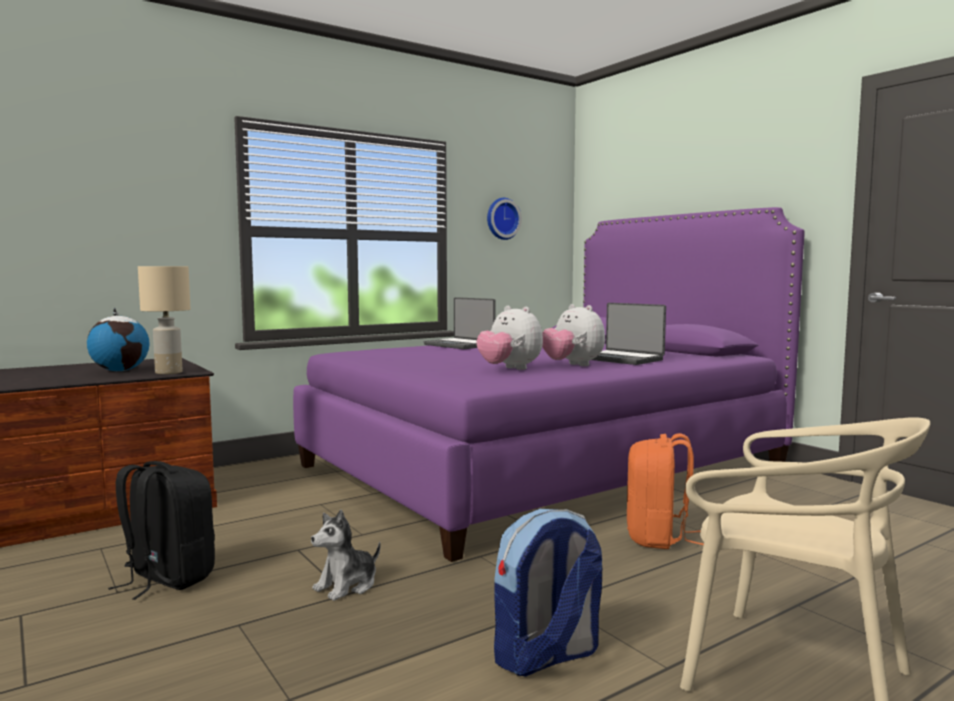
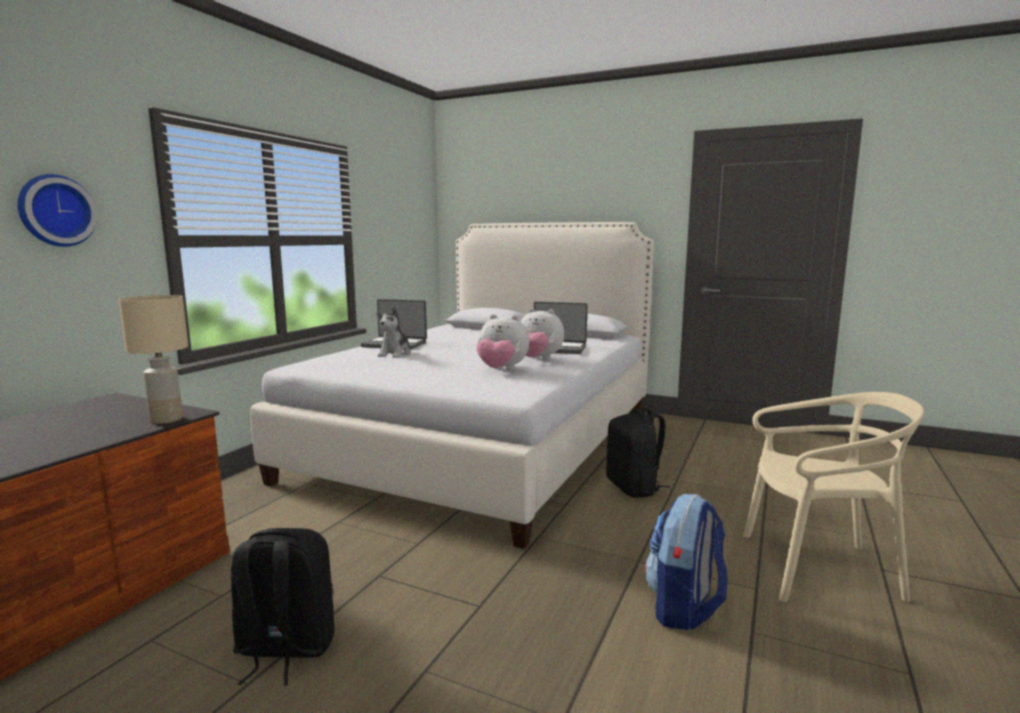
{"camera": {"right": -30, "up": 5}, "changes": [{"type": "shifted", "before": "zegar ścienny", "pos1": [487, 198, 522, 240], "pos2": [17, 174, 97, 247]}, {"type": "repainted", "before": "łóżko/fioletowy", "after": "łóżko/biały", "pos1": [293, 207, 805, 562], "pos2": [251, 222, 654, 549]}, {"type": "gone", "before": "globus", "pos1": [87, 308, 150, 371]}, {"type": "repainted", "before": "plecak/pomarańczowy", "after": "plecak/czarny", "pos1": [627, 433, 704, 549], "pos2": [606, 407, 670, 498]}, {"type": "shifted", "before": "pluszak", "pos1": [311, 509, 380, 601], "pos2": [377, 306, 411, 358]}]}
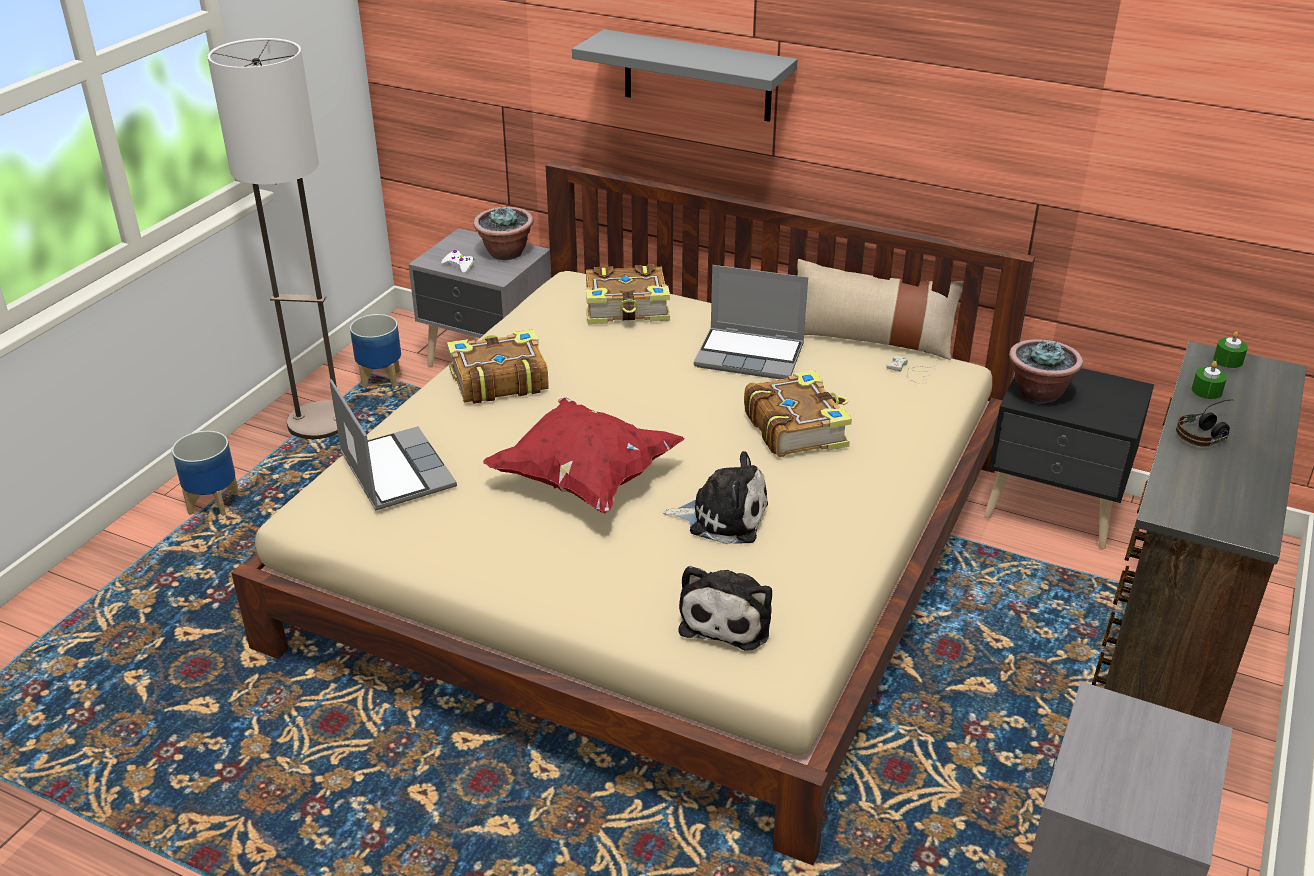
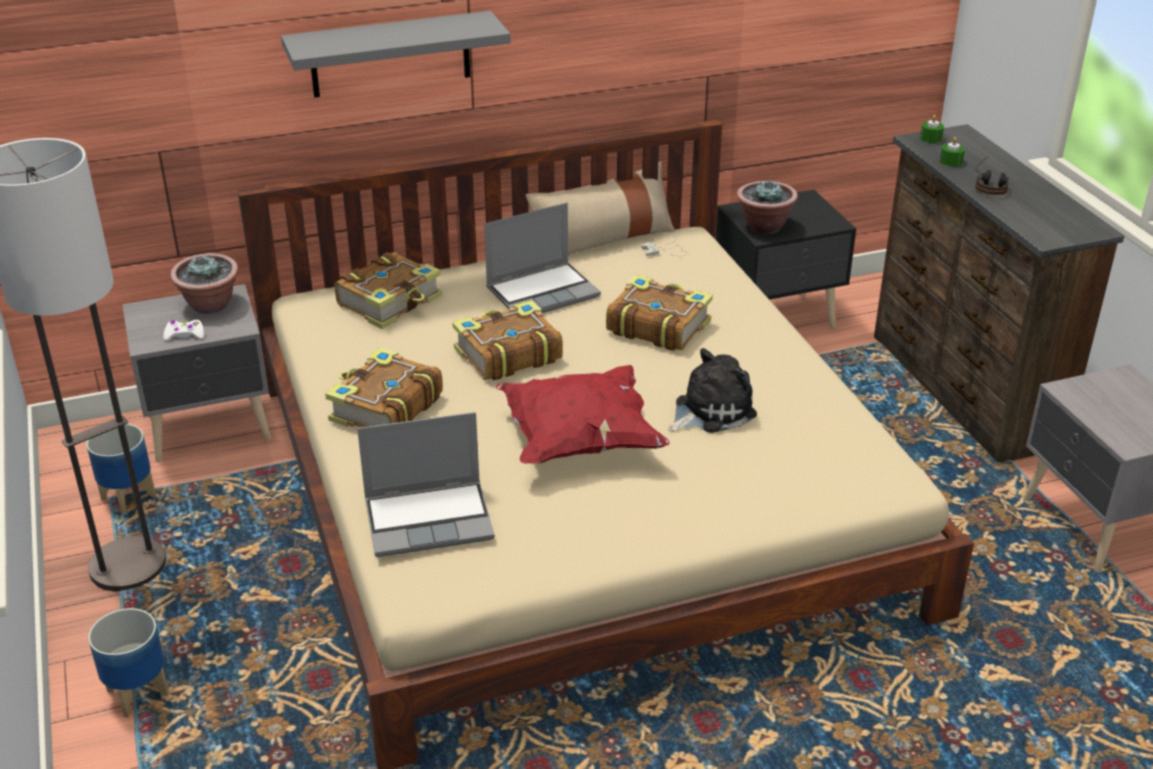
{"camera": {"right": -45, "up": 0}, "changes": [{"type": "rotated", "before": "laptop", "pos1": [329, 379, 457, 511], "pos2": [357, 412, 495, 557], "turn": 150}, {"type": "gone", "before": "pluszak", "pos1": [678, 566, 772, 651]}, {"type": "new", "after": "książka", "pos2": [452, 300, 563, 380]}]}
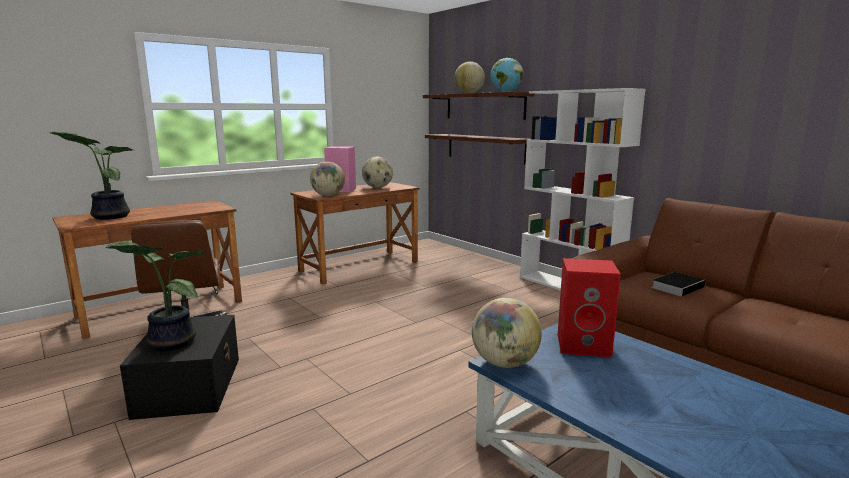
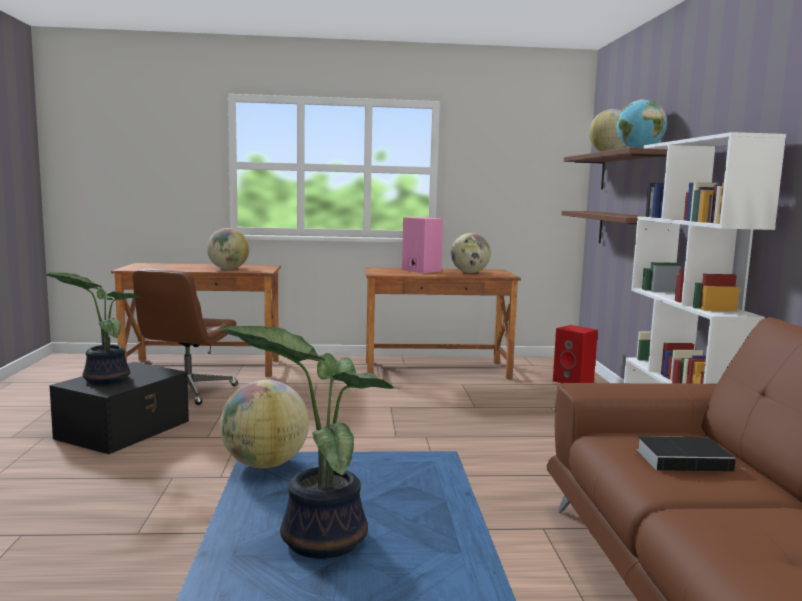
{"camera": {"right": 35, "up": -5}, "changes": [{"type": "shifted", "before": "roślina doniczkowa", "pos1": [50, 131, 133, 220], "pos2": [219, 326, 399, 559]}, {"type": "shifted", "before": "globus", "pos1": [310, 162, 345, 196], "pos2": [207, 228, 249, 269]}, {"type": "shifted", "before": "głośnik/czerwony", "pos1": [558, 258, 621, 358], "pos2": [553, 325, 598, 384]}]}
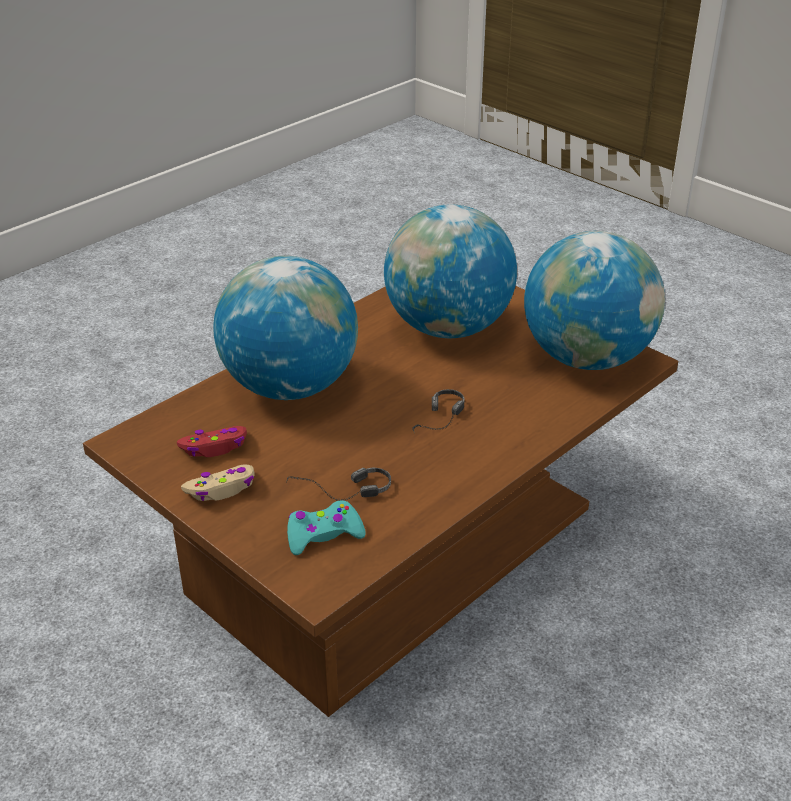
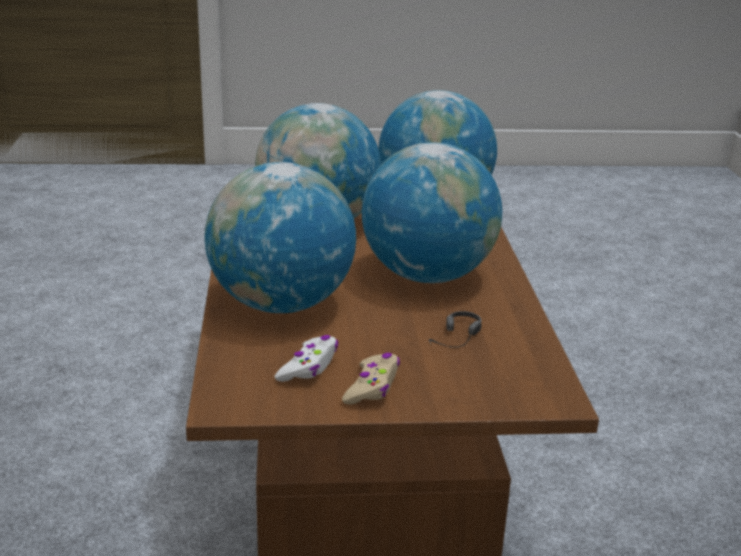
{"camera": {"right": -50, "up": -10}, "changes": [{"type": "swapped", "before": "słuchawki", "after": "globus", "pos1": [412, 389, 465, 433], "pos2": [362, 142, 502, 283]}, {"type": "repainted", "before": "pad do gier/czerwony", "after": "pad do gier/biały", "pos1": [177, 426, 247, 457], "pos2": [275, 335, 338, 382]}, {"type": "gone", "before": "pad do gier/turkusowy", "pos1": [287, 500, 366, 555]}]}
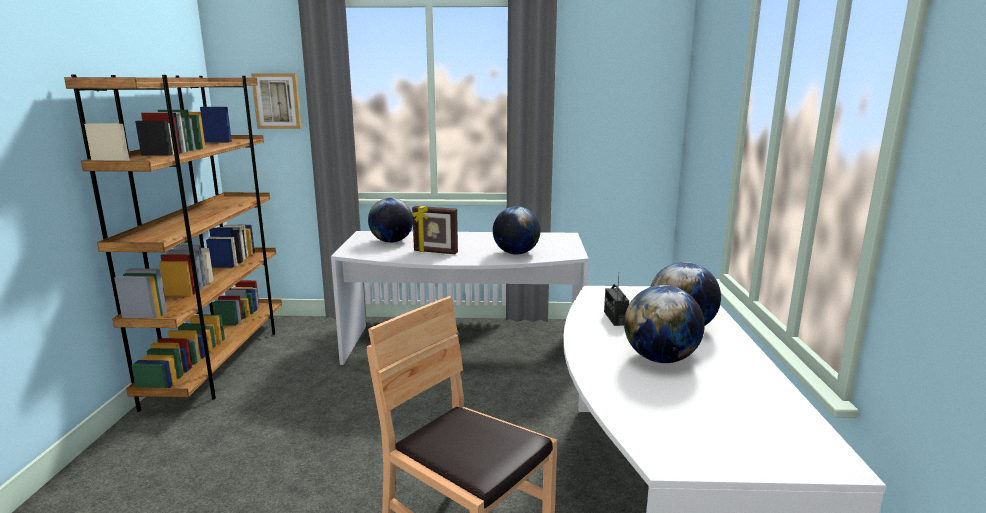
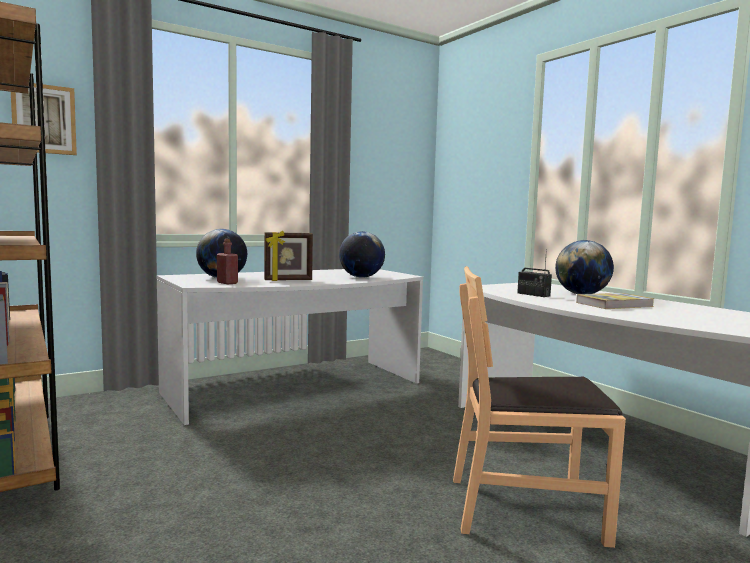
{"camera": {"right": -35, "up": -10}, "changes": [{"type": "swapped", "before": "globus", "after": "książka", "pos1": [624, 285, 705, 363], "pos2": [576, 293, 655, 309]}, {"type": "new", "after": "butelka/czerwony", "pos2": [217, 239, 238, 284]}]}
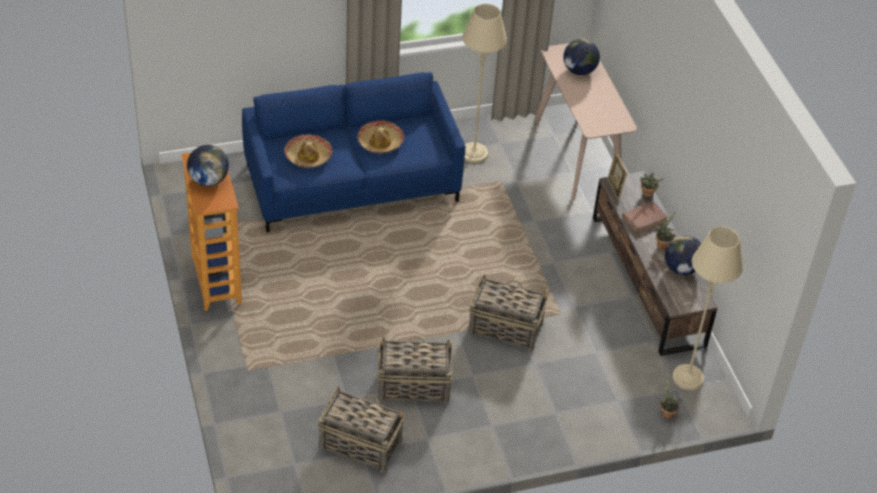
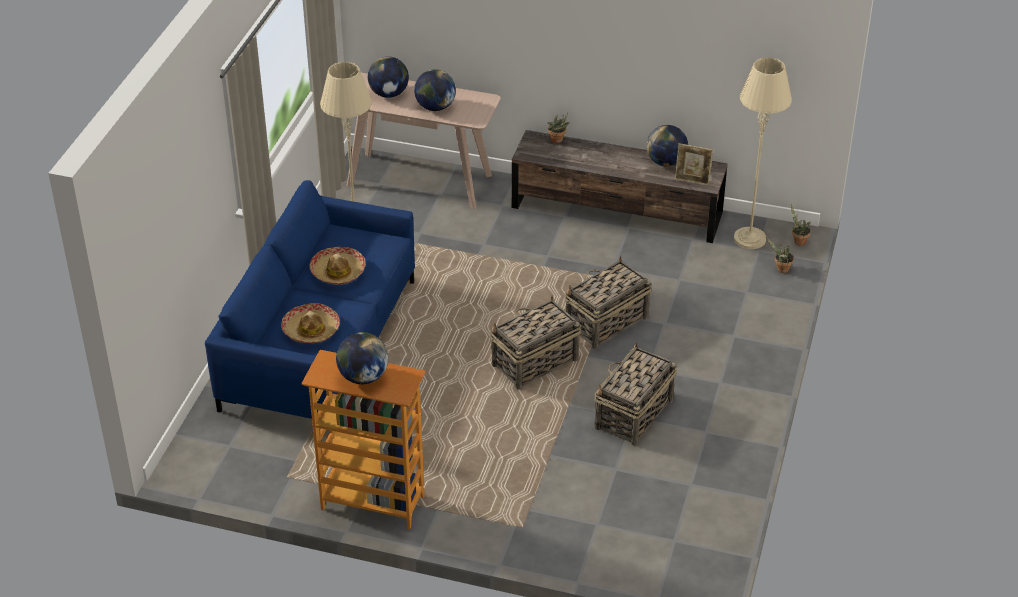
{"camera": {"right": -55, "up": -5}, "changes": [{"type": "shifted", "before": "ramka na zdjęcie", "pos1": [607, 151, 627, 200], "pos2": [675, 143, 713, 185]}, {"type": "gone", "before": "książka/brązowy", "pos1": [622, 201, 668, 233]}, {"type": "shifted", "before": "roślina doniczkowa", "pos1": [653, 211, 676, 250], "pos2": [791, 204, 811, 246]}, {"type": "shifted", "before": "koszyk", "pos1": [317, 386, 405, 473], "pos2": [490, 296, 581, 389]}, {"type": "new", "after": "globus", "pos2": [414, 69, 456, 111]}]}
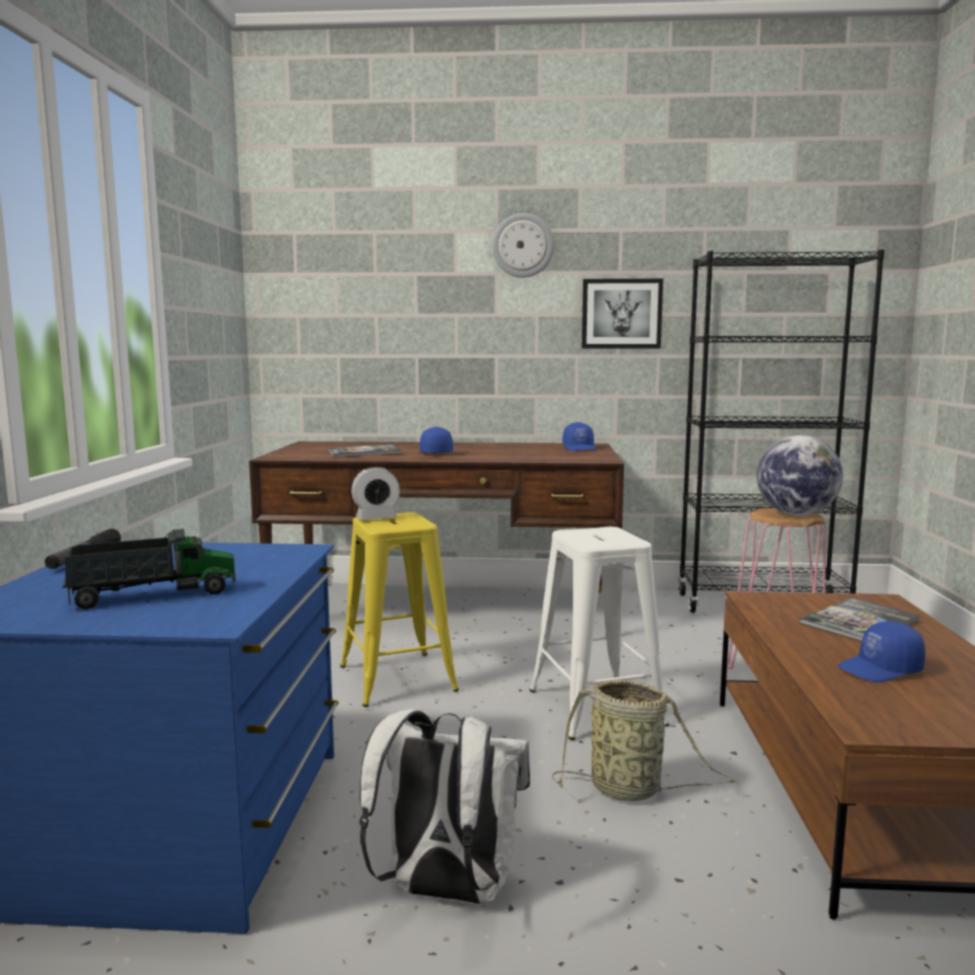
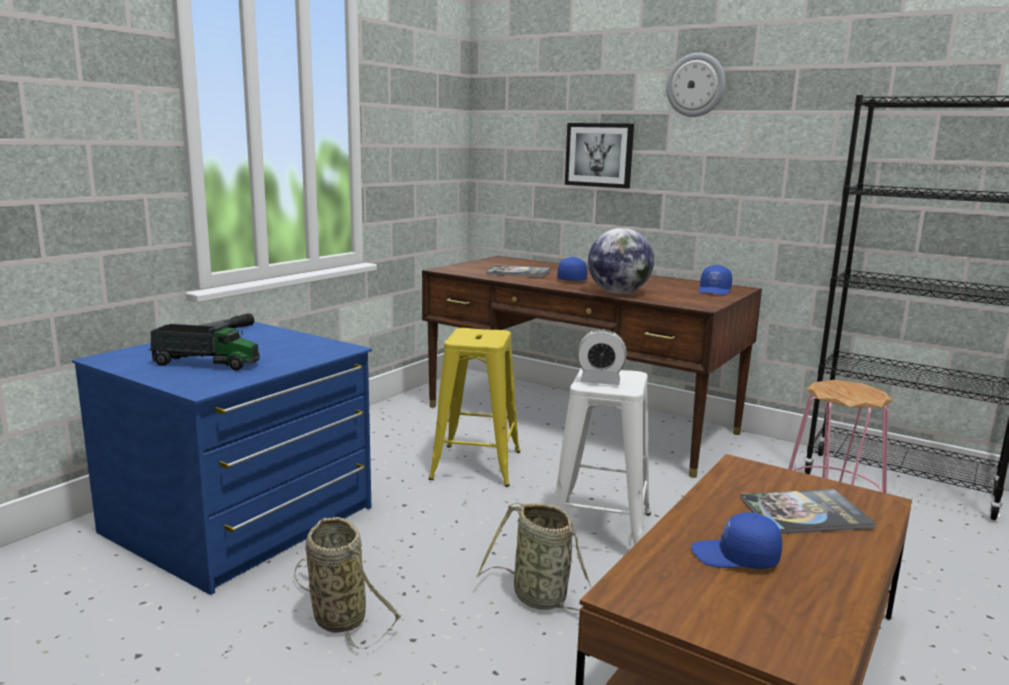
{"camera": {"right": 30, "up": 5}, "changes": [{"type": "shifted", "before": "obraz", "pos1": [582, 279, 663, 348], "pos2": [565, 123, 634, 189]}, {"type": "shifted", "before": "globus", "pos1": [757, 435, 843, 516], "pos2": [588, 228, 654, 294]}, {"type": "shifted", "before": "budzik", "pos1": [351, 467, 400, 520], "pos2": [577, 329, 627, 385]}, {"type": "swapped", "before": "plecak/biały", "after": "koszyk", "pos1": [359, 709, 530, 904], "pos2": [294, 517, 401, 649]}]}
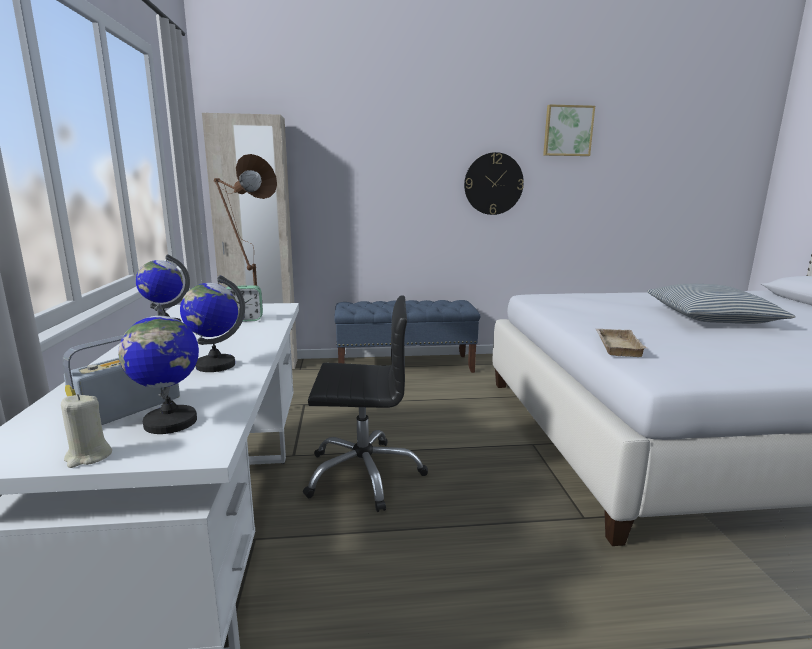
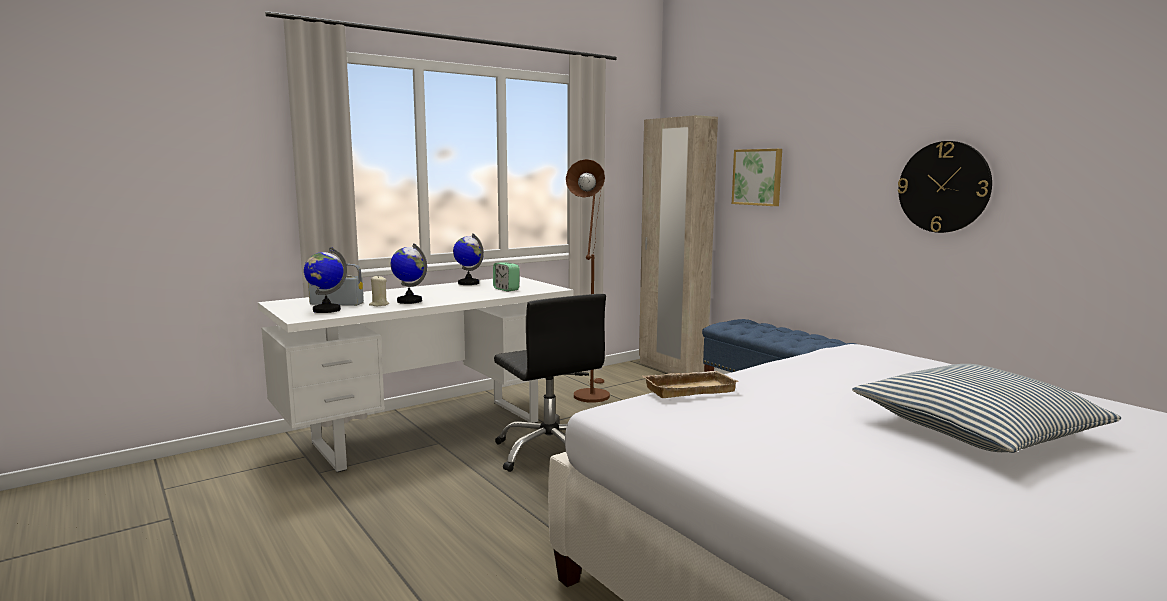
{"camera": {"right": 60, "up": -5}, "changes": [{"type": "shifted", "before": "obraz", "pos1": [543, 104, 595, 156], "pos2": [732, 149, 782, 206]}, {"type": "shifted", "before": "świeca/beżowy", "pos1": [61, 394, 112, 468], "pos2": [369, 276, 389, 306]}]}
